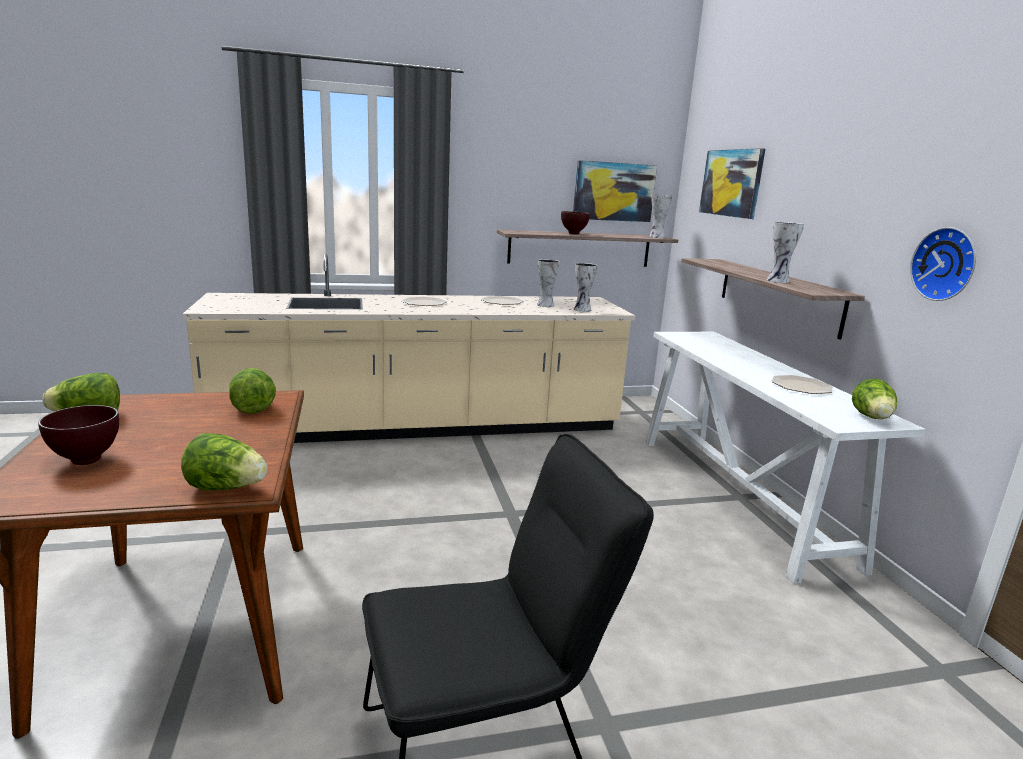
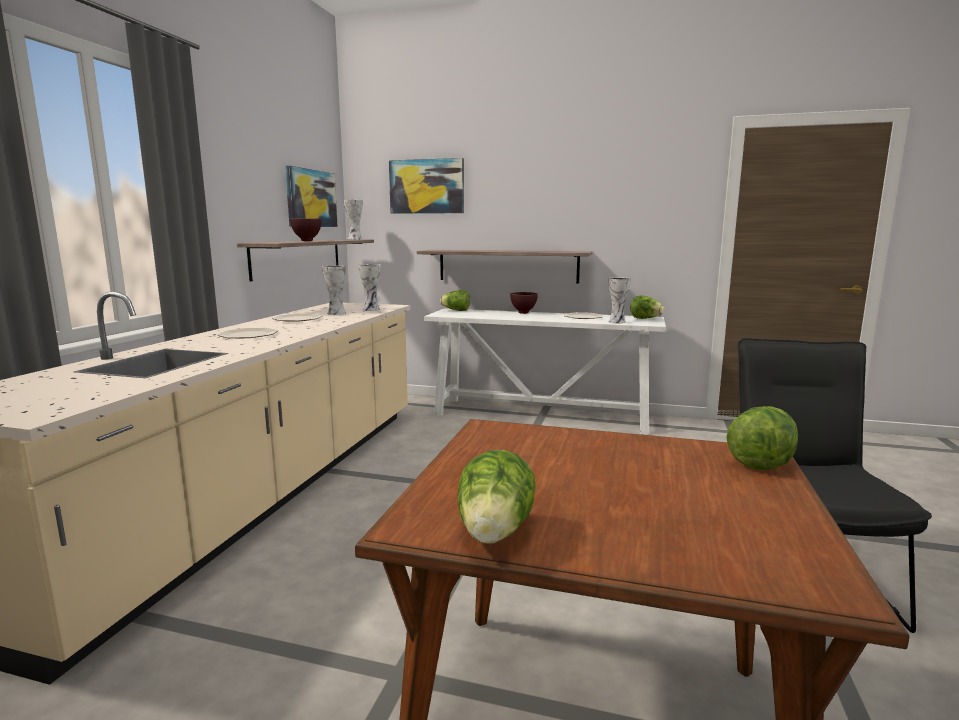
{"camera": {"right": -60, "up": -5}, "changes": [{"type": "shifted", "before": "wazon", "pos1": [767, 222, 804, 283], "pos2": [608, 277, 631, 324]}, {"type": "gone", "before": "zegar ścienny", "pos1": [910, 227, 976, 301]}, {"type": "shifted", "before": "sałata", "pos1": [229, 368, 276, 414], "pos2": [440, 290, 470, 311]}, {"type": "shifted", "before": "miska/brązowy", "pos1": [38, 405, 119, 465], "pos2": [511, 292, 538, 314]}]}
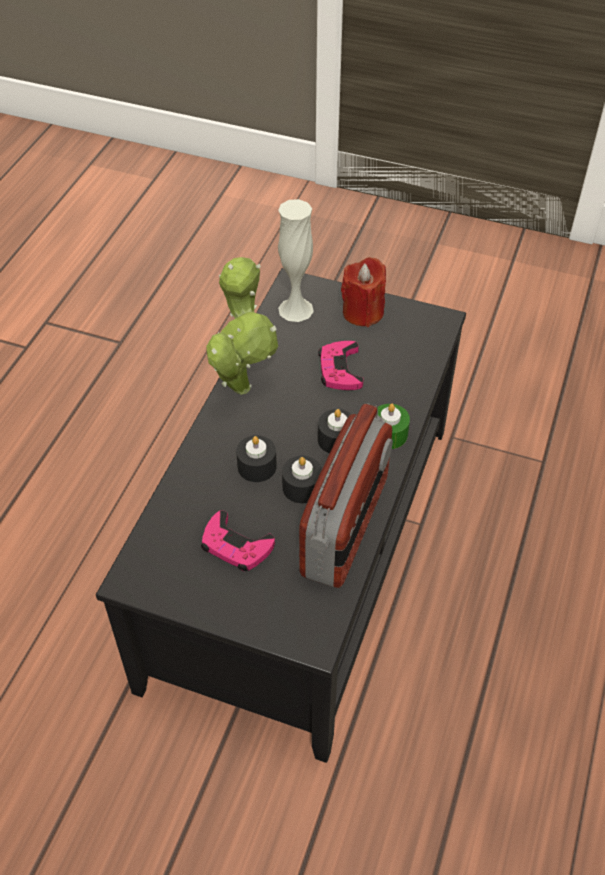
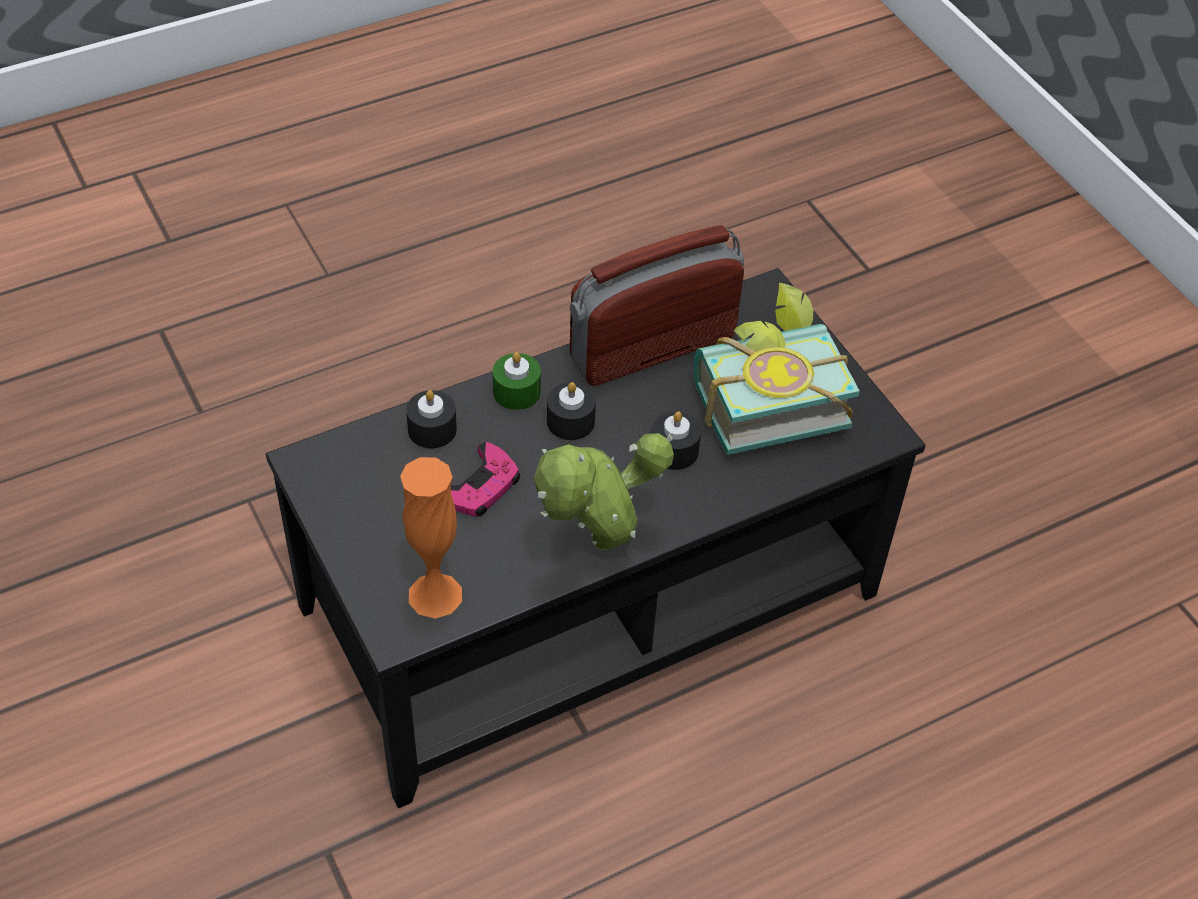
{"camera": {"right": -140, "up": 0}, "changes": [{"type": "repainted", "before": "wazon/biały", "after": "wazon/pomarańczowy", "pos1": [278, 199, 314, 322], "pos2": [400, 457, 462, 619]}, {"type": "gone", "before": "świeca/czerwony", "pos1": [341, 257, 386, 327]}, {"type": "shifted", "before": "świeca/czarny", "pos1": [282, 456, 322, 503], "pos2": [406, 390, 457, 448]}, {"type": "swapped", "before": "pad do gier/różowy", "after": "książka", "pos1": [201, 510, 275, 571], "pos2": [694, 283, 860, 455]}]}
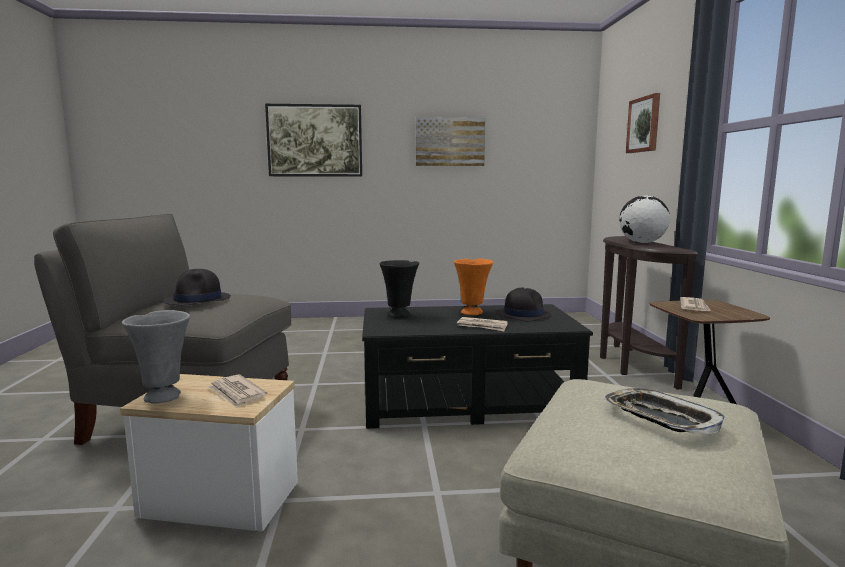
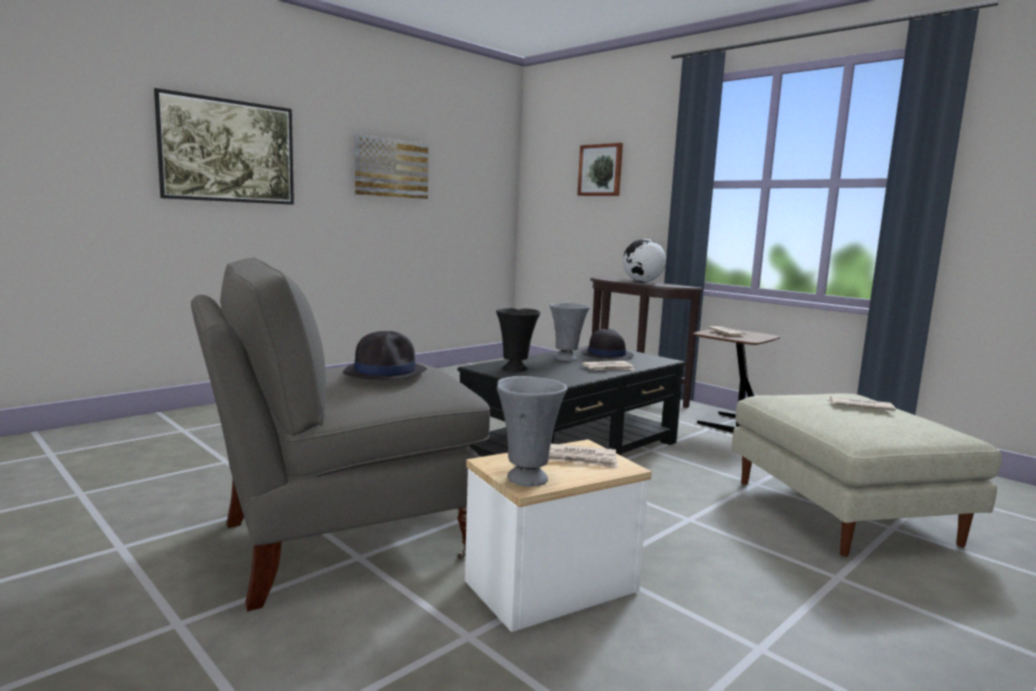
{"camera": {"right": -40, "up": 0}, "changes": [{"type": "repainted", "before": "wazon/pomarańczowy", "after": "wazon/szary", "pos1": [454, 259, 493, 315], "pos2": [550, 303, 590, 361]}, {"type": "swapped", "before": "taca", "after": "gazeta", "pos1": [604, 388, 725, 434], "pos2": [827, 397, 896, 411]}]}
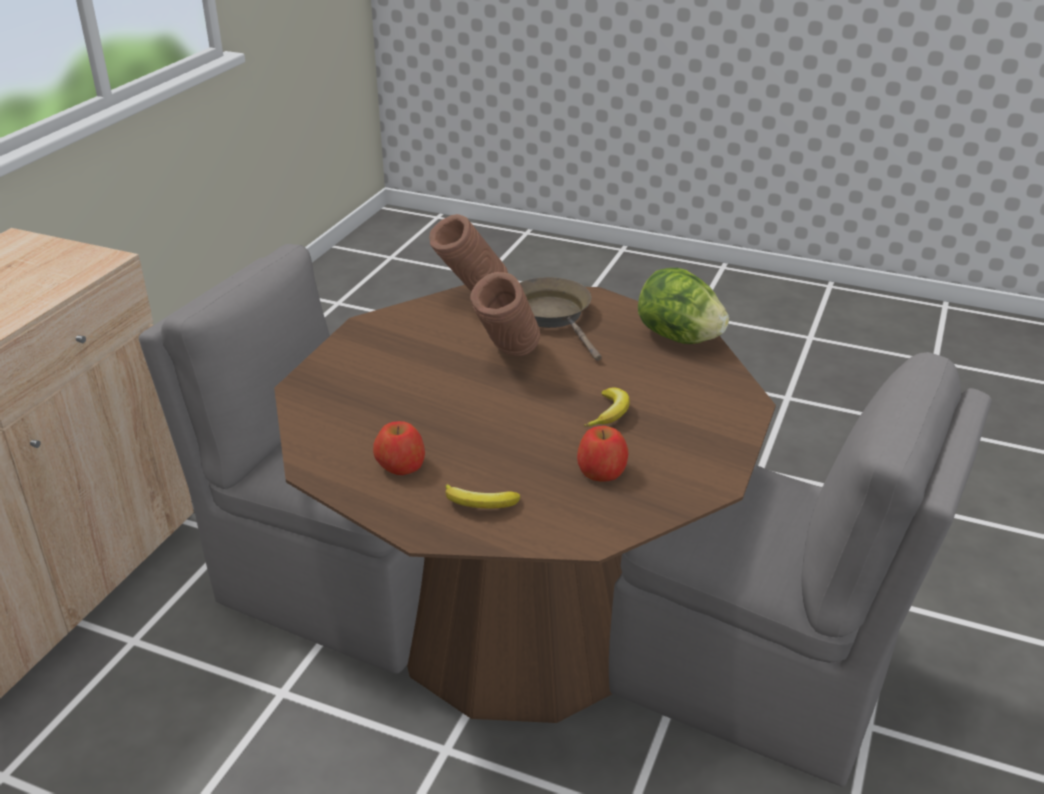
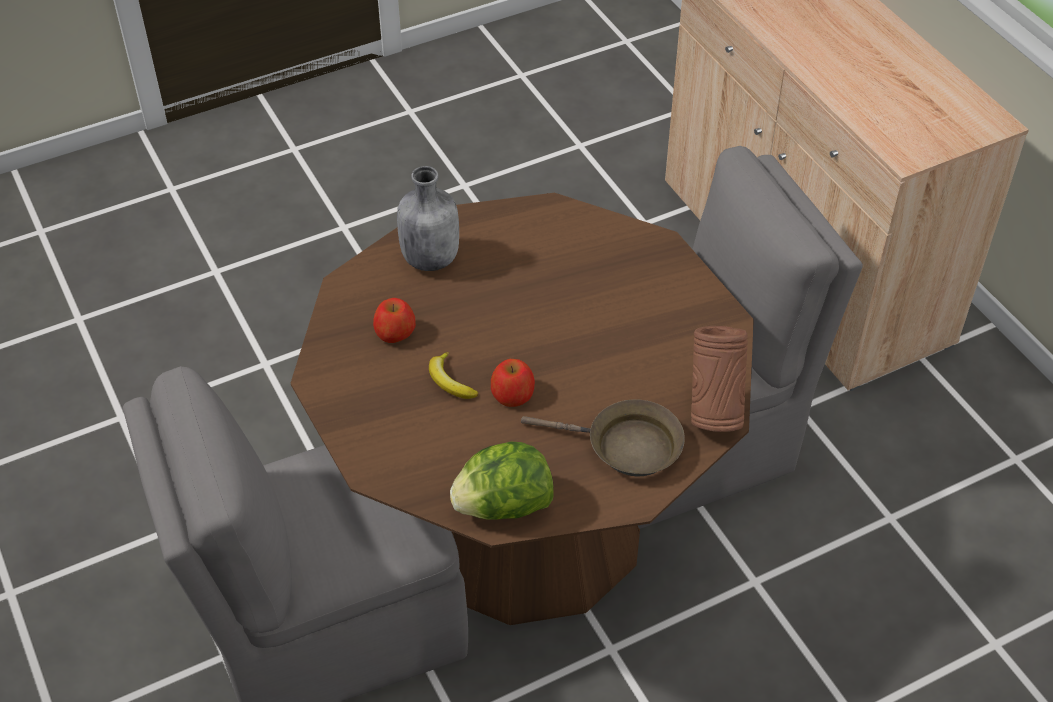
{"camera": {"right": 130, "up": 15}, "changes": [{"type": "gone", "before": "wazon/brązowy", "pos1": [470, 272, 540, 357]}, {"type": "shifted", "before": "jabłko", "pos1": [373, 421, 425, 475], "pos2": [491, 359, 535, 407]}, {"type": "swapped", "before": "banan", "after": "butelka/szary", "pos1": [445, 484, 520, 509], "pos2": [397, 166, 459, 271]}]}
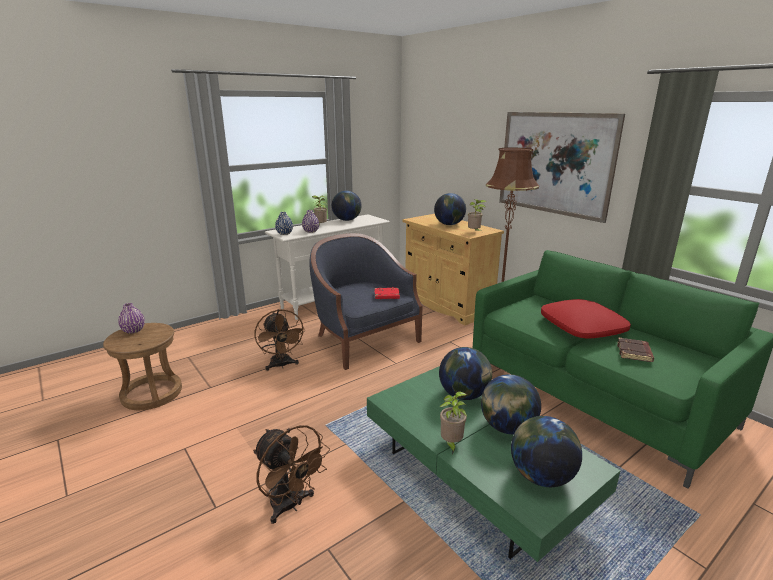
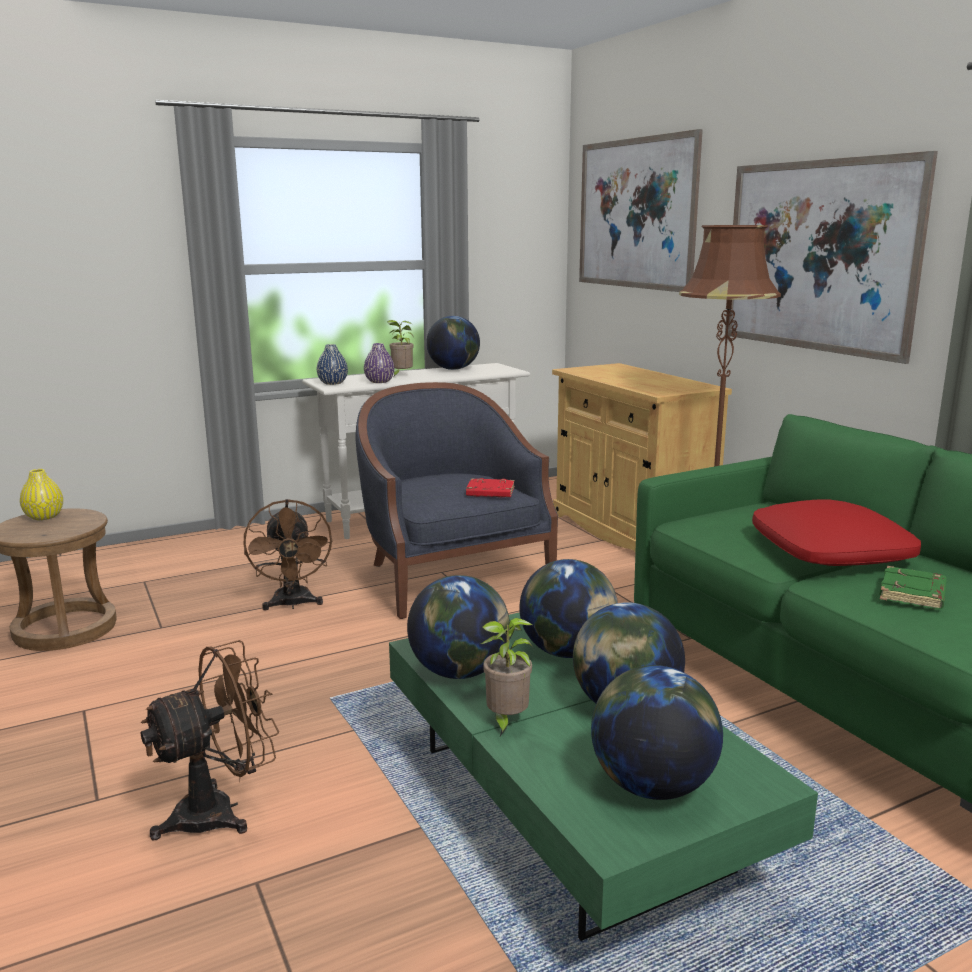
{"camera": {"right": 10, "up": -5}, "changes": [{"type": "shifted", "before": "globus", "pos1": [434, 193, 466, 225], "pos2": [407, 575, 510, 679]}, {"type": "gone", "before": "roślina doniczkowa", "pos1": [468, 199, 487, 231]}, {"type": "repainted", "before": "wazon/fioletowy", "after": "wazon/żółty", "pos1": [118, 303, 145, 334], "pos2": [20, 469, 63, 520]}, {"type": "repainted", "before": "książka/brązowy", "after": "książka/zielony", "pos1": [617, 337, 654, 362], "pos2": [879, 566, 947, 609]}, {"type": "rotated", "before": "wentylator/brązowy", "pos1": [253, 425, 330, 524], "pos2": [141, 640, 279, 840], "turn": -90}, {"type": "new", "after": "obraz", "pos2": [579, 129, 703, 292]}]}
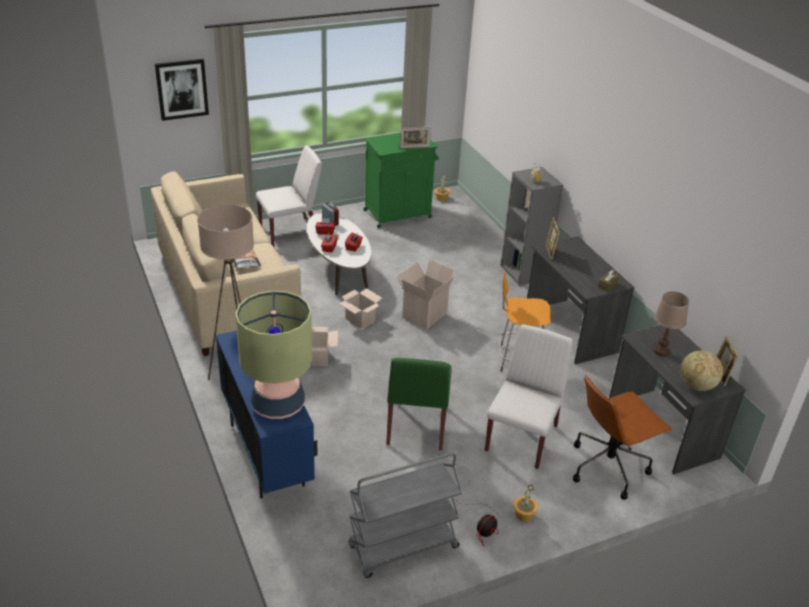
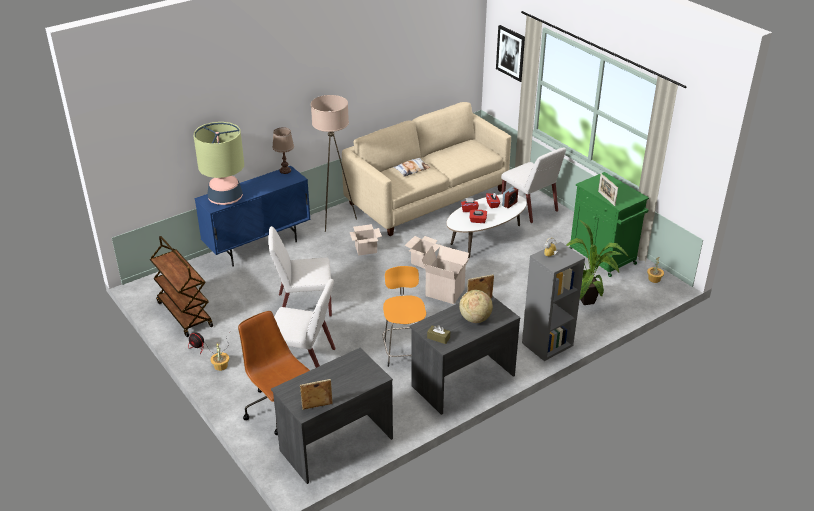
{"camera": {"right": 80, "up": 0}, "changes": [{"type": "shifted", "before": "lampa stołowa/brązowy", "pos1": [653, 292, 689, 356], "pos2": [272, 127, 294, 174]}, {"type": "shifted", "before": "globus", "pos1": [680, 350, 723, 391], "pos2": [459, 290, 493, 323]}, {"type": "repainted", "before": "krzesło/zielony", "after": "krzesło/biały", "pos1": [386, 358, 451, 450], "pos2": [269, 226, 332, 316]}, {"type": "repainted", "before": "wózek/szary", "after": "wózek/brązowy", "pos1": [348, 452, 463, 578], "pos2": [150, 236, 213, 337]}, {"type": "new", "after": "roślina doniczkowa", "pos2": [566, 219, 629, 305]}]}
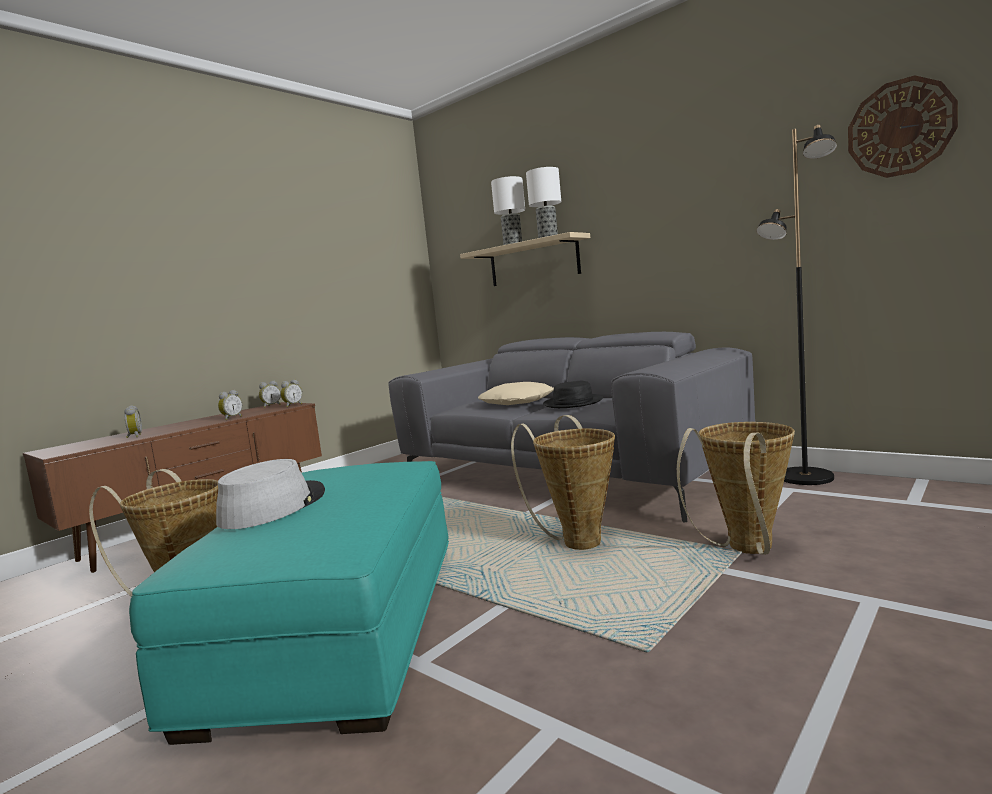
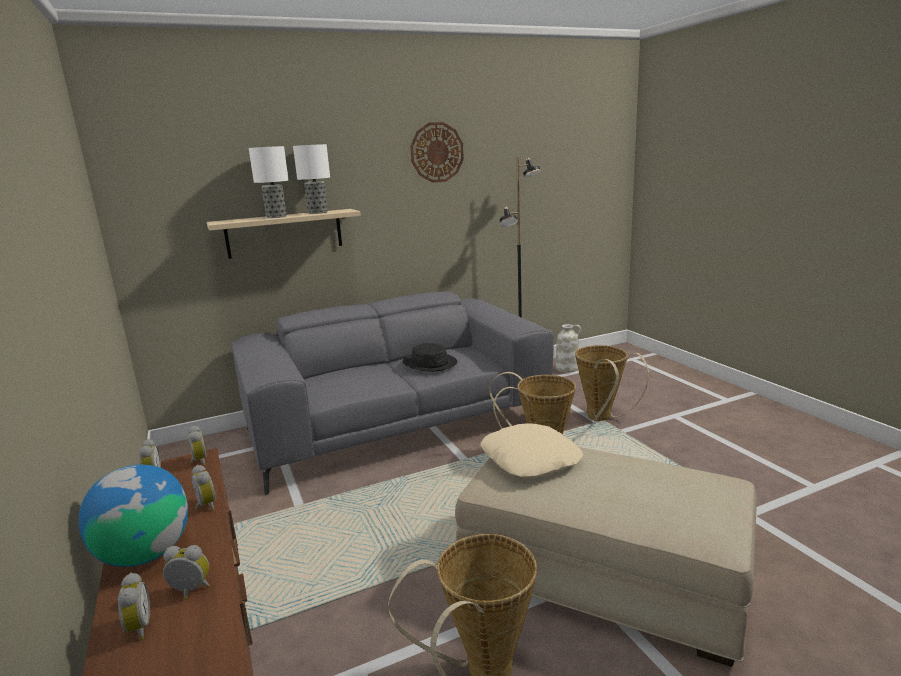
{"camera": {"right": -65, "up": 10}, "changes": [{"type": "shifted", "before": "zegar ścienny", "pos1": [848, 75, 958, 178], "pos2": [410, 122, 464, 183]}, {"type": "shifted", "before": "poduszka/beżowy", "pos1": [478, 382, 554, 405], "pos2": [480, 423, 583, 477]}, {"type": "gone", "before": "kapelusz/szary", "pos1": [216, 459, 325, 529]}, {"type": "repainted", "before": "pufa/turkusowy", "after": "pufa/beżowy", "pos1": [129, 461, 449, 745], "pos2": [455, 447, 757, 667]}, {"type": "new", "after": "wazon/biały", "pos2": [556, 324, 581, 373]}, {"type": "new", "after": "globus", "pos2": [79, 465, 188, 567]}, {"type": "new", "after": "budzik", "pos2": [118, 573, 150, 640]}]}
